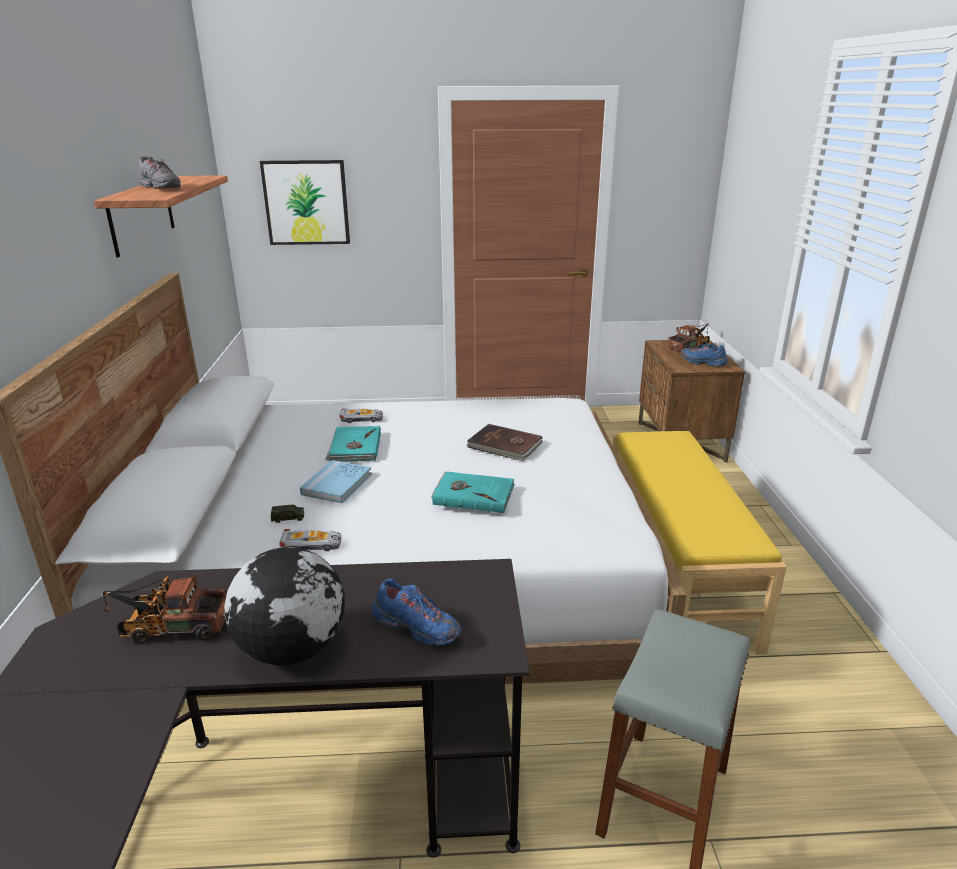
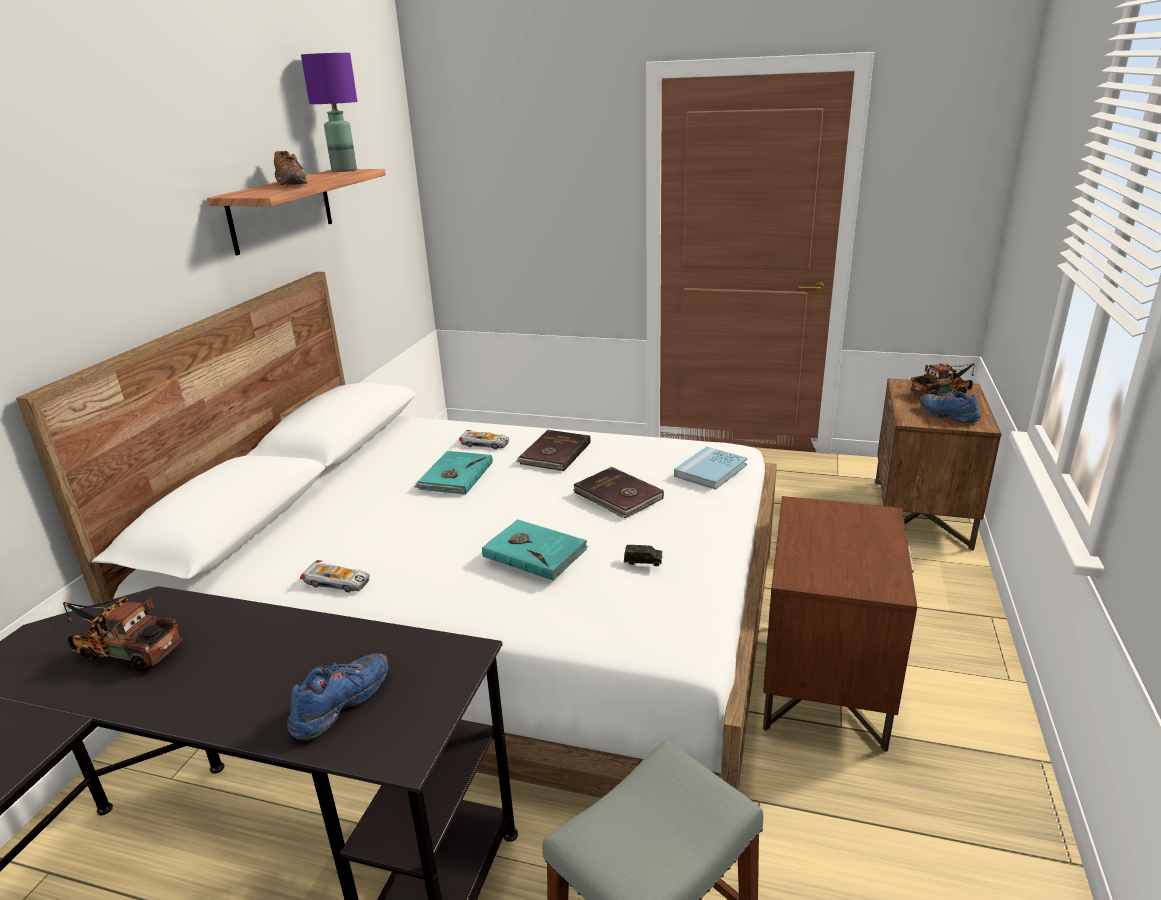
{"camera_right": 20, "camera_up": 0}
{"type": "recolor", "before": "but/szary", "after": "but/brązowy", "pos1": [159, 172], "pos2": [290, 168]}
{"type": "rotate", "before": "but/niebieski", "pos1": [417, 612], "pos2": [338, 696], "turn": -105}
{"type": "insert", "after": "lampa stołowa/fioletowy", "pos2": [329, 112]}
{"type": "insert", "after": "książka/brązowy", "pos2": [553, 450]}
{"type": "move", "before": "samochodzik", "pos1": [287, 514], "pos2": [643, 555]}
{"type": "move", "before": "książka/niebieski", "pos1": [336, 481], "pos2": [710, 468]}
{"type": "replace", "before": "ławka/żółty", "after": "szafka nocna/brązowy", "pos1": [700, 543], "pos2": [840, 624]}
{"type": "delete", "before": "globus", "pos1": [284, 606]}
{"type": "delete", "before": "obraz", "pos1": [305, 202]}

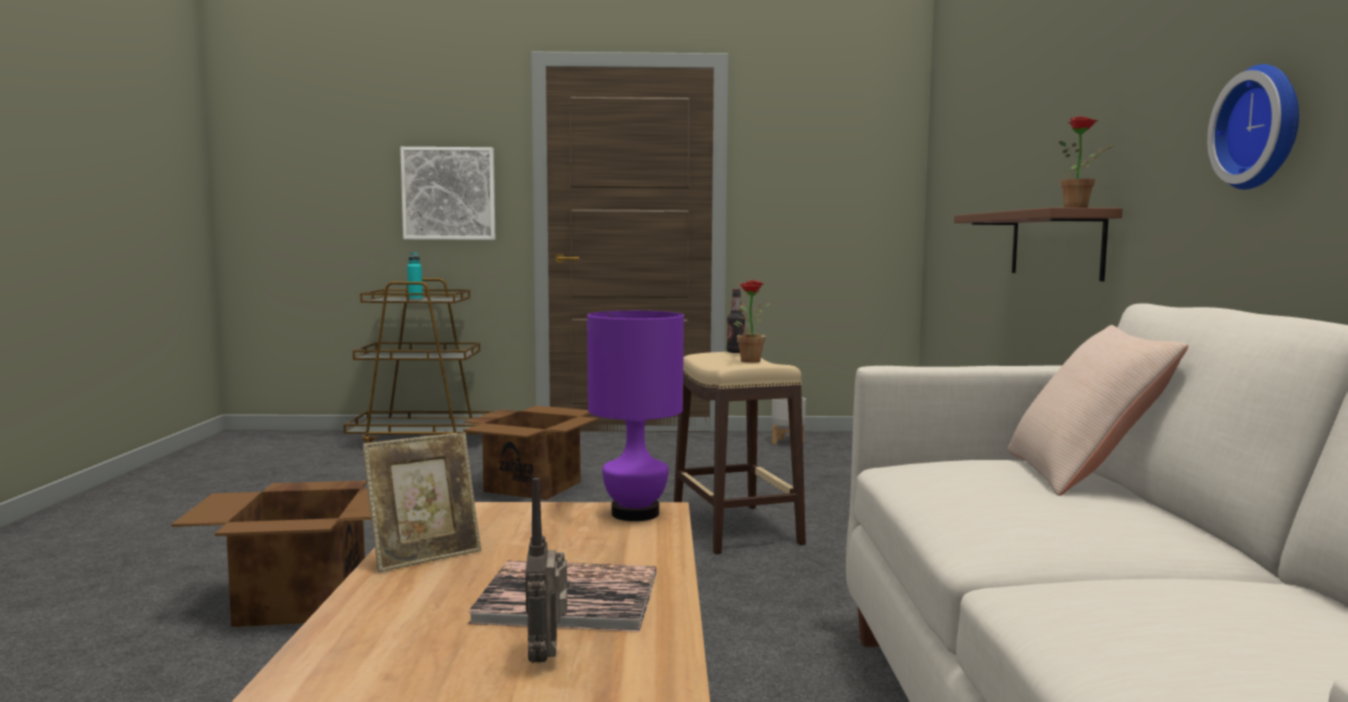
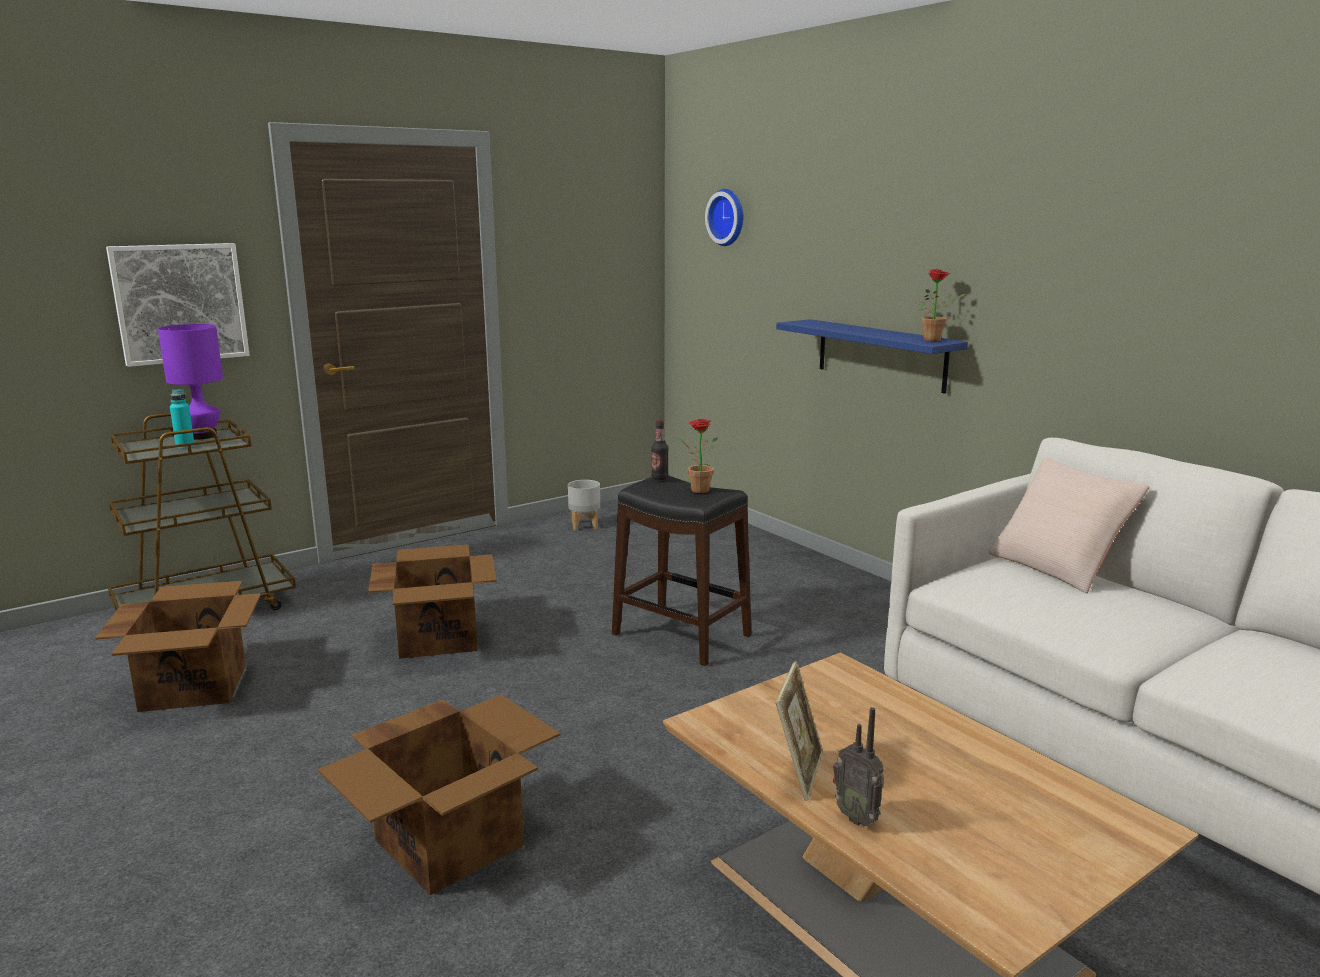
{"camera_right": -35, "camera_up": 10}
{"type": "insert", "after": "karton", "pos2": [178, 646]}
{"type": "move", "before": "lampa stołowa/fioletowy", "pos1": [635, 416], "pos2": [190, 381]}
{"type": "recolor", "before": "stołek/beżowy", "after": "stołek/czarny", "pos1": [740, 453], "pos2": [682, 570]}
{"type": "move", "before": "zegar ścienny", "pos1": [1253, 127], "pos2": [724, 217]}
{"type": "recolor", "before": "półka/brązowy", "after": "półka/niebieski", "pos1": [1038, 244], "pos2": [872, 356]}
{"type": "move", "before": "radio", "pos1": [546, 570], "pos2": [858, 766]}
{"type": "delete", "before": "książka", "pos1": [562, 596]}

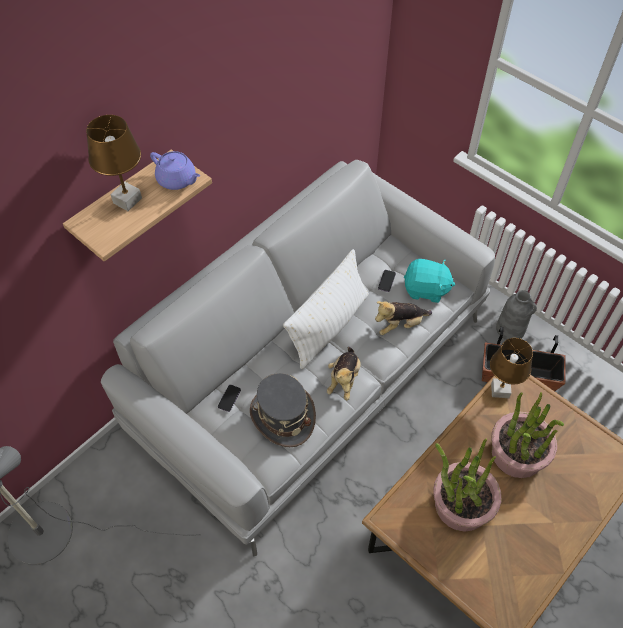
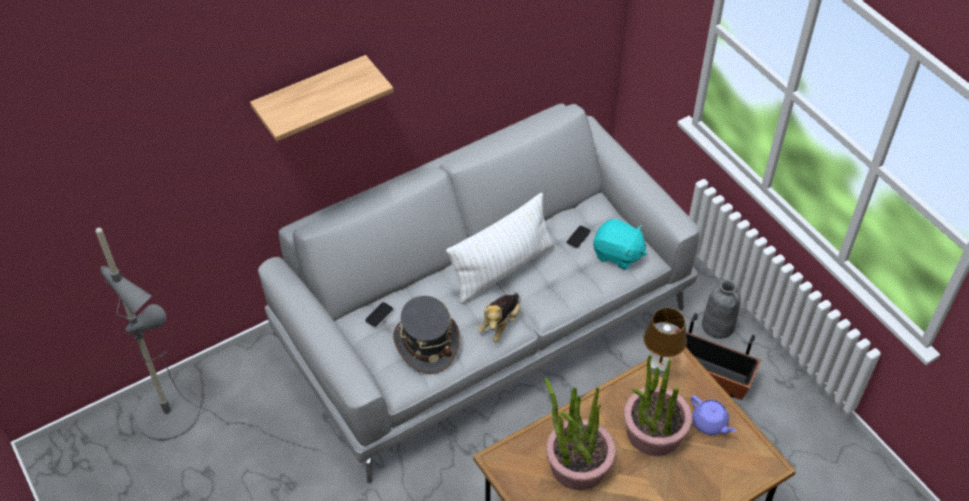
{"camera_right": 15, "camera_up": -5}
{"type": "move", "before": "imbryk/fioletowy", "pos1": [175, 170], "pos2": [713, 415]}
{"type": "delete", "before": "lampa stołowa/brązowy", "pos1": [114, 163]}
{"type": "delete", "before": "pluszak", "pos1": [403, 318]}

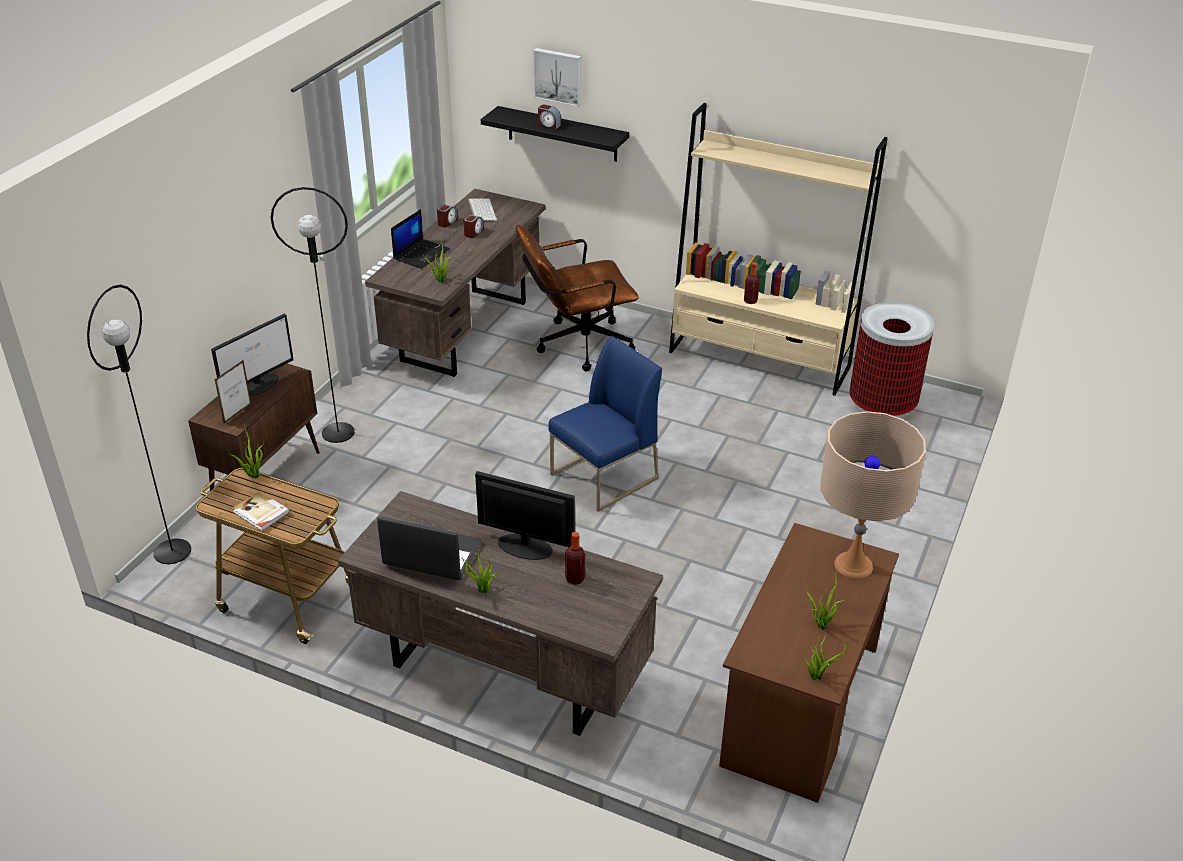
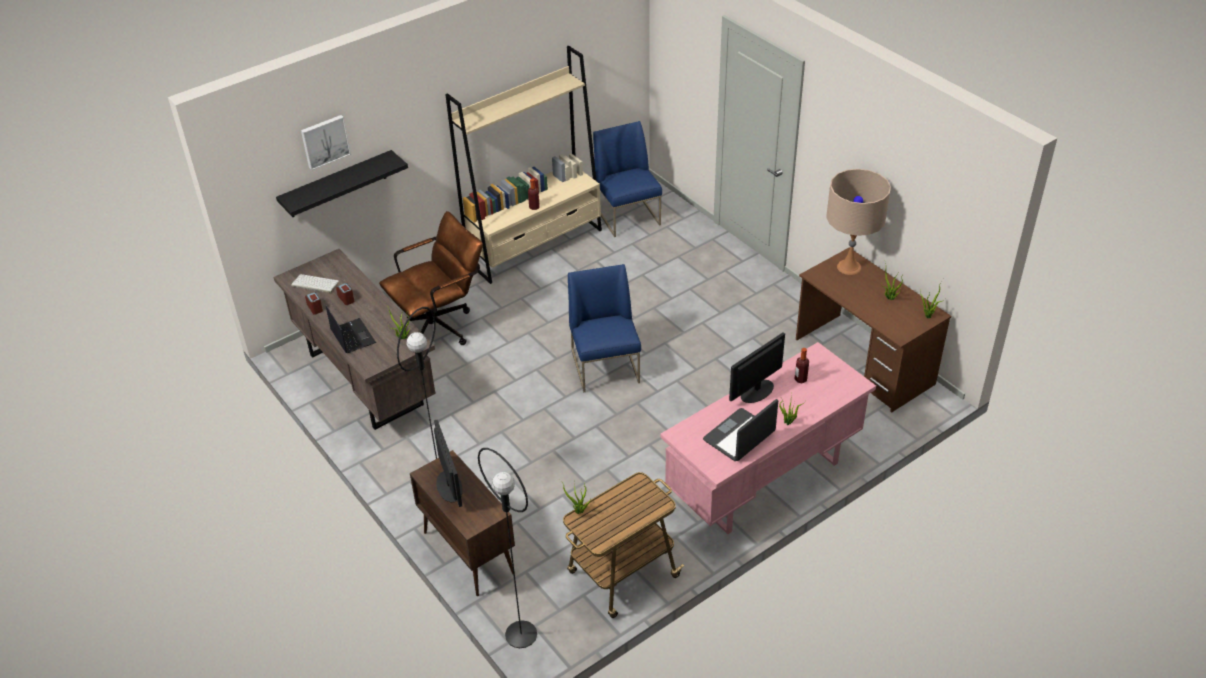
{"camera_right": -60, "camera_up": 5}
{"type": "rotate", "before": "krzesło biurowe/brązowy", "pos1": [577, 298], "pos2": [431, 278], "turn": -135}
{"type": "replace", "before": "kosz na śmieci", "after": "krzesło/niebieski", "pos1": [891, 360], "pos2": [627, 179]}
{"type": "recolor", "before": "biurko/brązowy", "after": "biurko/różowy", "pos1": [500, 613], "pos2": [768, 438]}
{"type": "delete", "before": "ramka na zdjęcie", "pos1": [233, 391]}
{"type": "delete", "before": "książka", "pos1": [261, 511]}
{"type": "delete", "before": "budzik", "pos1": [549, 117]}

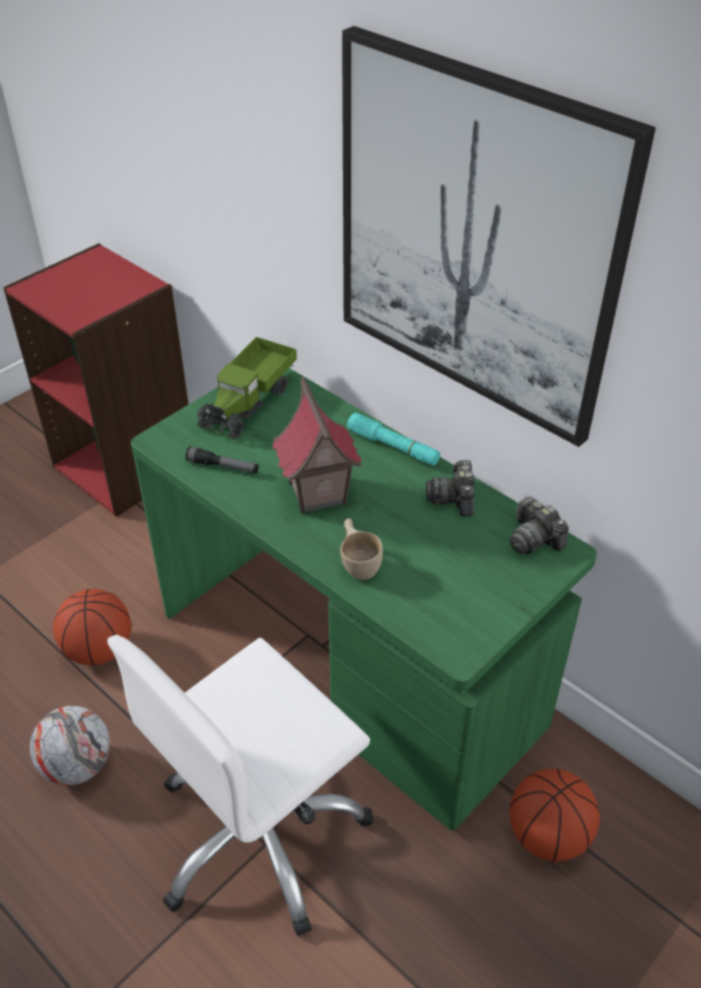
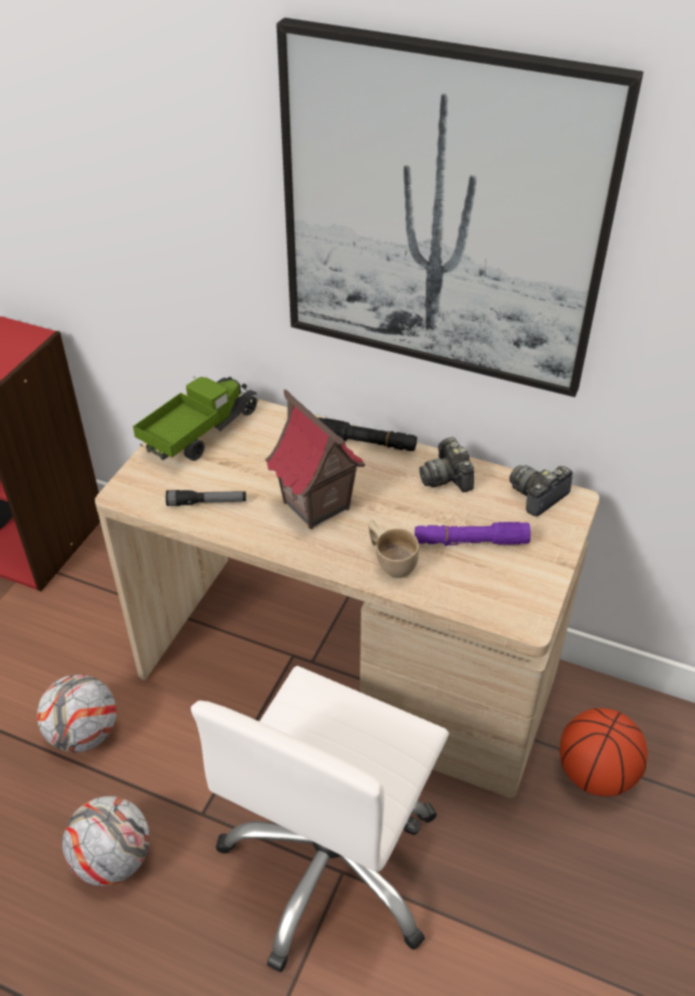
{"camera_right": -20, "camera_up": 0}
{"type": "replace", "before": "piłka do koszykówki", "after": "piłka futbolowa", "pos1": [92, 627], "pos2": [76, 713]}
{"type": "recolor", "before": "biurko/zielony", "after": "biurko/beżowy", "pos1": [364, 599], "pos2": [347, 595]}
{"type": "rotate", "before": "ciężarówka zabawkowa", "pos1": [246, 388], "pos2": [195, 418], "turn": -150}
{"type": "recolor", "before": "latarka/turkusowy", "after": "latarka/czarny", "pos1": [393, 439], "pos2": [367, 434]}
{"type": "insert", "after": "latarka/fioletowy", "pos2": [473, 534]}
{"type": "rotate", "before": "aparat fotograficzny", "pos1": [539, 525], "pos2": [541, 490], "turn": 105}

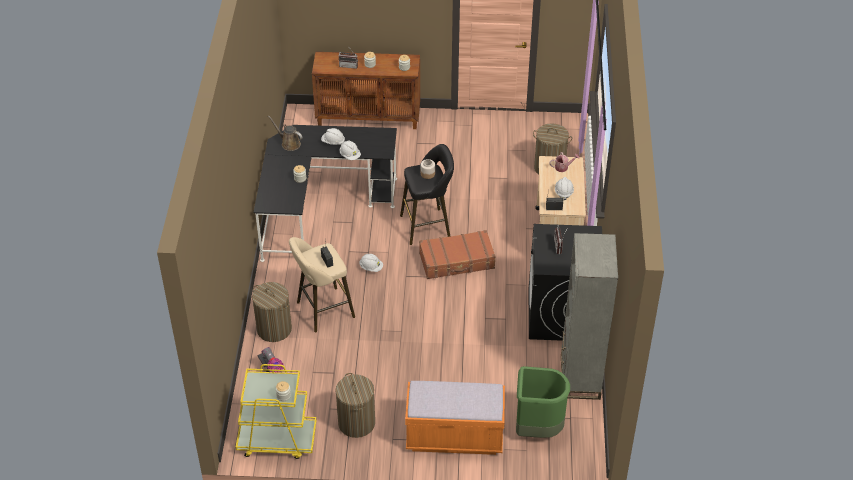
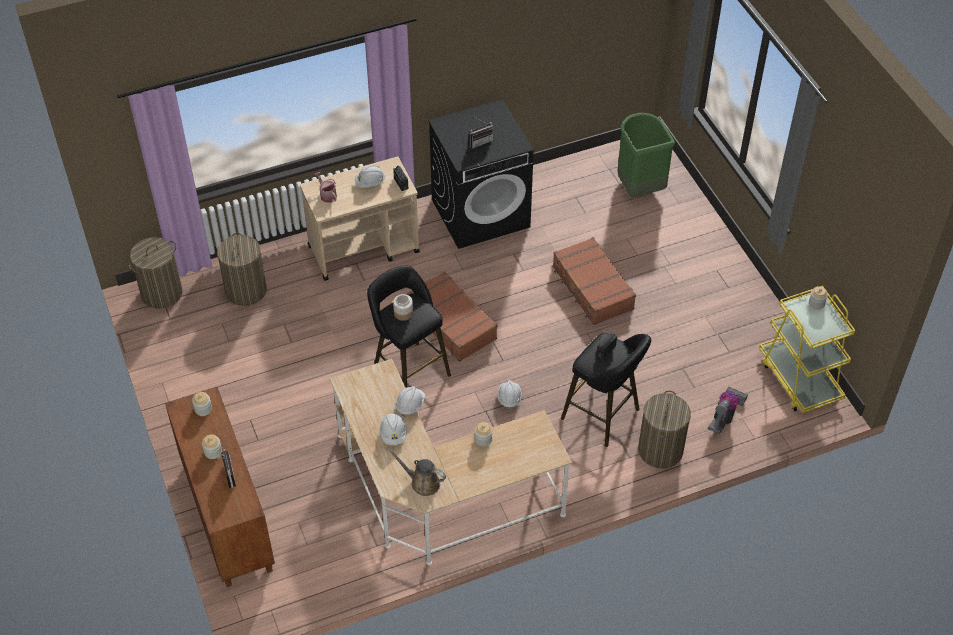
{"camera_right": -115, "camera_up": 5}
{"type": "move", "before": "kosz na pranie", "pos1": [355, 405], "pos2": [156, 273]}
{"type": "recolor", "before": "biurko/czarny", "after": "biurko/beżowy", "pos1": [325, 193], "pos2": [451, 462]}
{"type": "rotate", "before": "konewka/brązowy", "pos1": [285, 133], "pos2": [416, 472], "turn": 105}
{"type": "insert", "after": "walizka/brązowy", "pos2": [594, 281]}
{"type": "recolor", "before": "stołek/beżowy", "after": "stołek/czarny", "pos1": [322, 284], "pos2": [606, 390]}
{"type": "delete", "before": "ławka/pomarańczowy", "pos1": [455, 418]}
{"type": "delete", "before": "regał/szary", "pos1": [589, 316]}

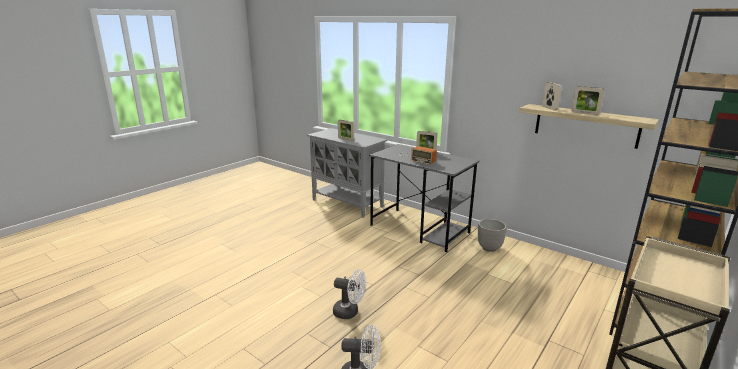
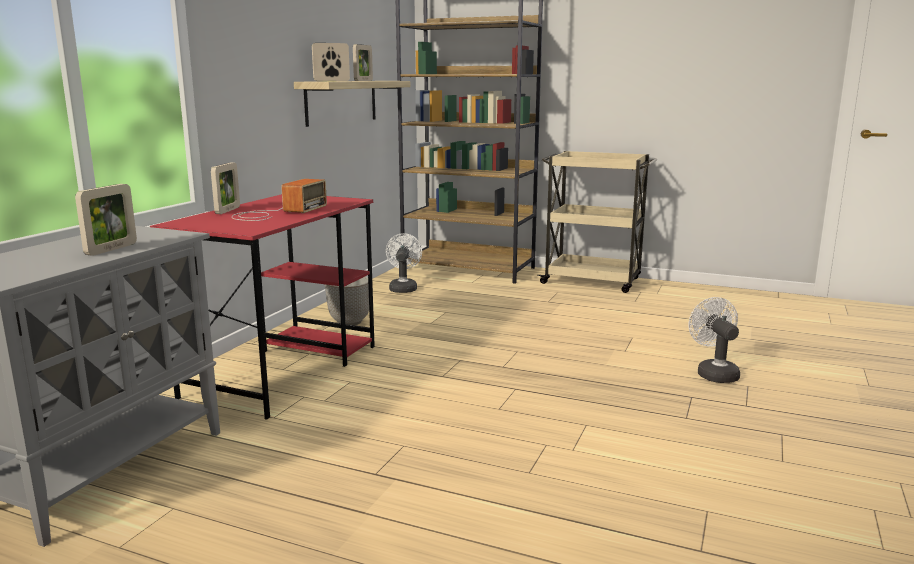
{"camera_right": -105, "camera_up": -5}
{"type": "recolor", "before": "biurko/szary", "after": "biurko/czerwony", "pos1": [424, 198], "pos2": [262, 307]}
{"type": "move", "before": "wentylator/biały", "pos1": [349, 294], "pos2": [404, 263]}

